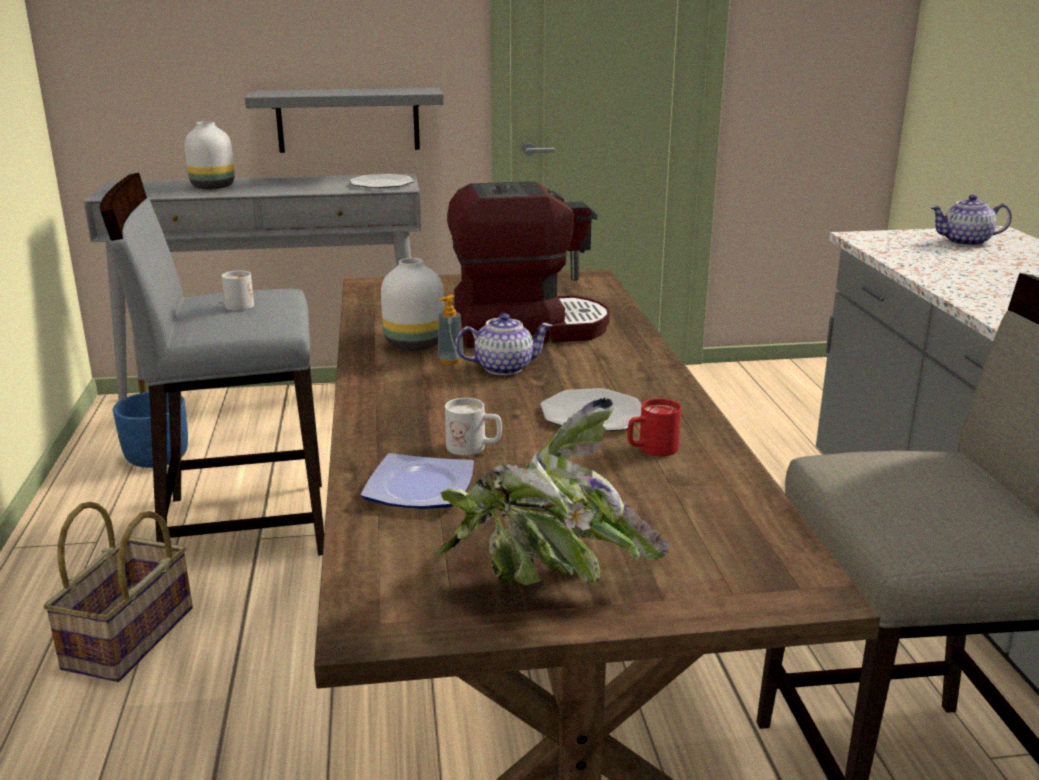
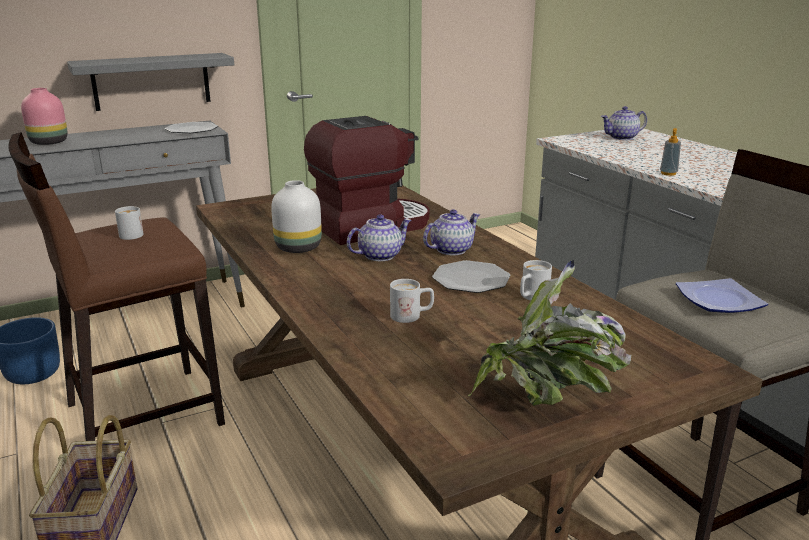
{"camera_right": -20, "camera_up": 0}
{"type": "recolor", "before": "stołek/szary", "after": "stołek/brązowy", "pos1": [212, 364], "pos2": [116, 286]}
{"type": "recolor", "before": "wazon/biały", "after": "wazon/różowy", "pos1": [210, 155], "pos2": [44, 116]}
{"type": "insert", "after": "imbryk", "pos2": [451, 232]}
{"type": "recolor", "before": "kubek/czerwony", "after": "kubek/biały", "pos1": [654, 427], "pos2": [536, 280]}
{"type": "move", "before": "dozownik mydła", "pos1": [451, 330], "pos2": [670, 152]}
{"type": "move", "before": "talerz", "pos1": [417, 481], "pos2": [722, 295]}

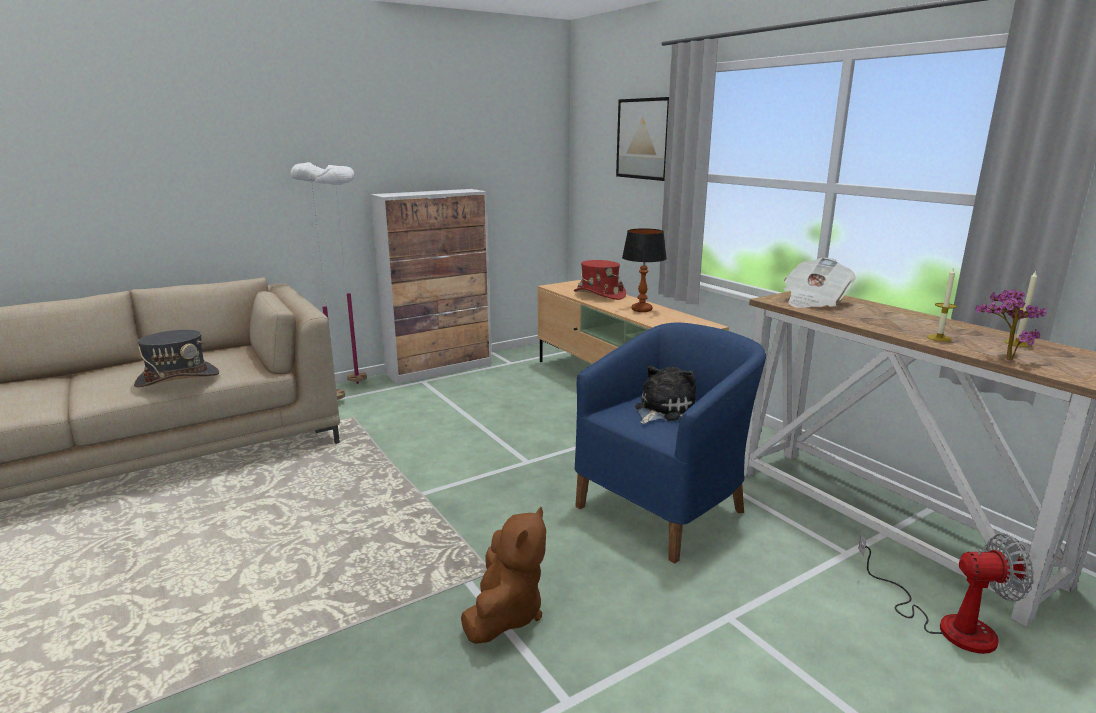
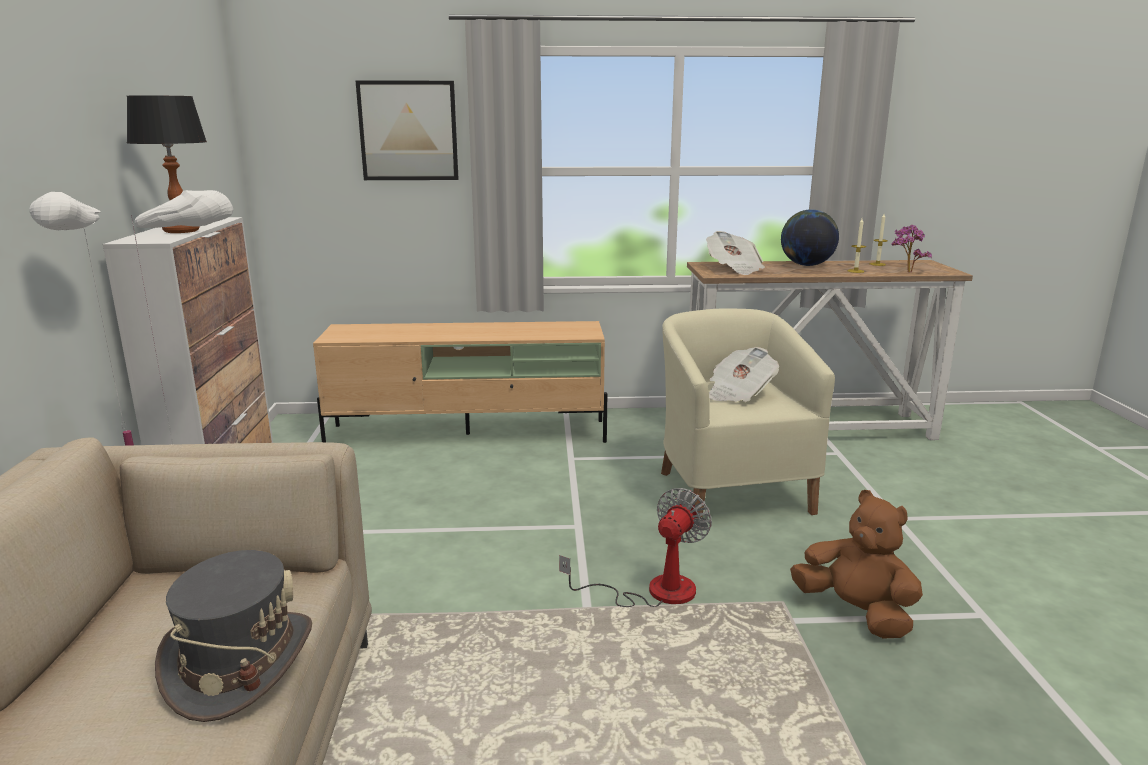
{"camera_right": -60, "camera_up": 0}
{"type": "move", "before": "lampa stołowa", "pos1": [644, 270], "pos2": [166, 164]}
{"type": "move", "before": "wentylator", "pos1": [946, 594], "pos2": [635, 547]}
{"type": "recolor", "before": "fotel/niebieski", "after": "fotel/beżowy", "pos1": [670, 443], "pos2": [748, 414]}
{"type": "replace", "before": "pluszak", "after": "gazeta", "pos1": [665, 395], "pos2": [744, 374]}
{"type": "insert", "after": "globus", "pos2": [810, 237]}
{"type": "delete", "before": "kapelusz/czerwony", "pos1": [600, 280]}

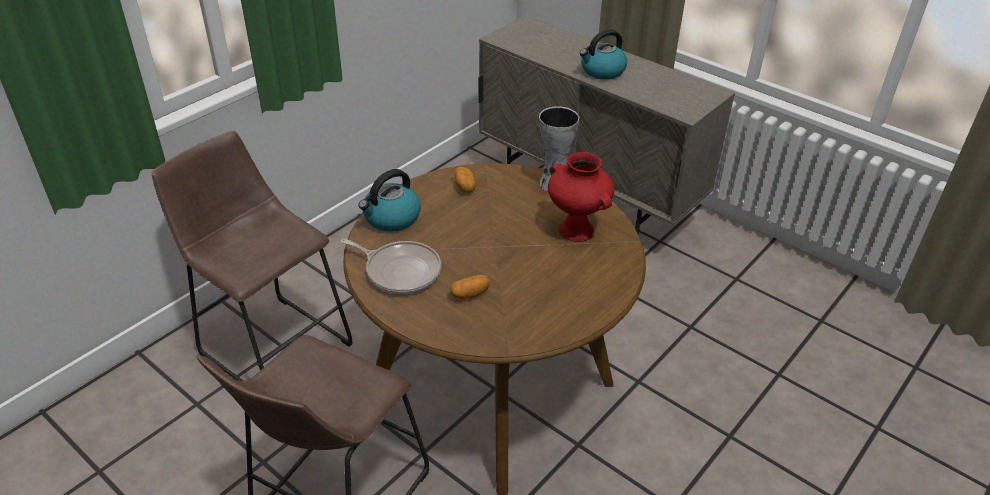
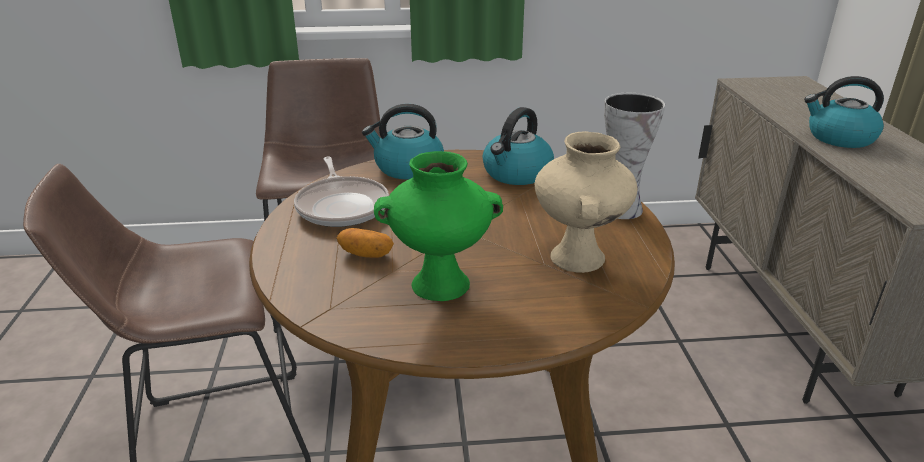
{"camera_right": 45, "camera_up": -10}
{"type": "insert", "after": "wazon/zielony", "pos2": [438, 226]}
{"type": "replace", "before": "ziemniak", "after": "czajnik", "pos1": [465, 180], "pos2": [518, 146]}
{"type": "recolor", "before": "wazon/czerwony", "after": "wazon/beżowy", "pos1": [581, 197], "pos2": [586, 202]}

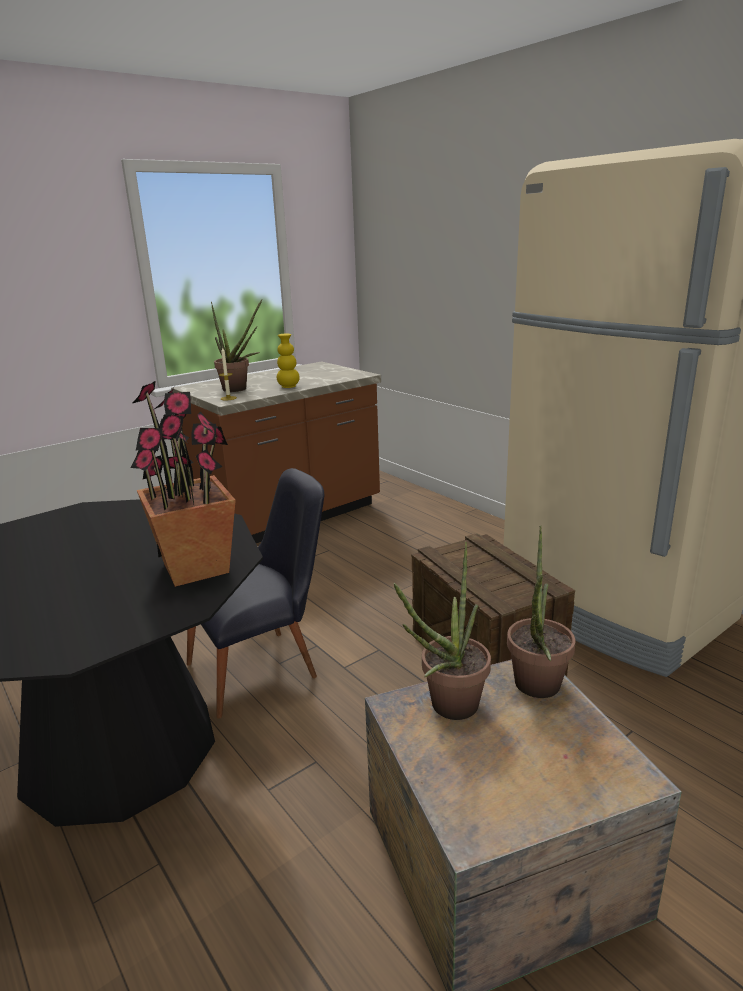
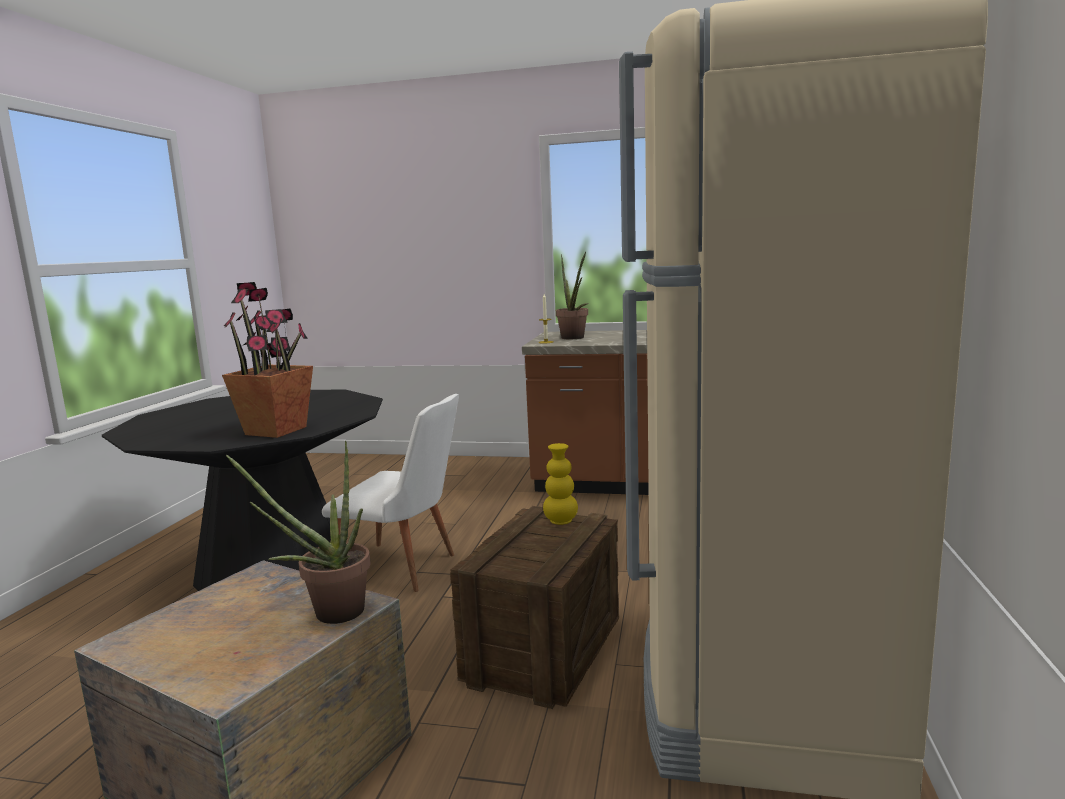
{"camera_right": 50, "camera_up": -10}
{"type": "recolor", "before": "krzesło/czarny", "after": "krzesło/biały", "pos1": [255, 593], "pos2": [390, 493]}
{"type": "move", "before": "wazon/żółty", "pos1": [288, 361], "pos2": [560, 484]}
{"type": "delete", "before": "roślina doniczkowa", "pos1": [442, 631]}

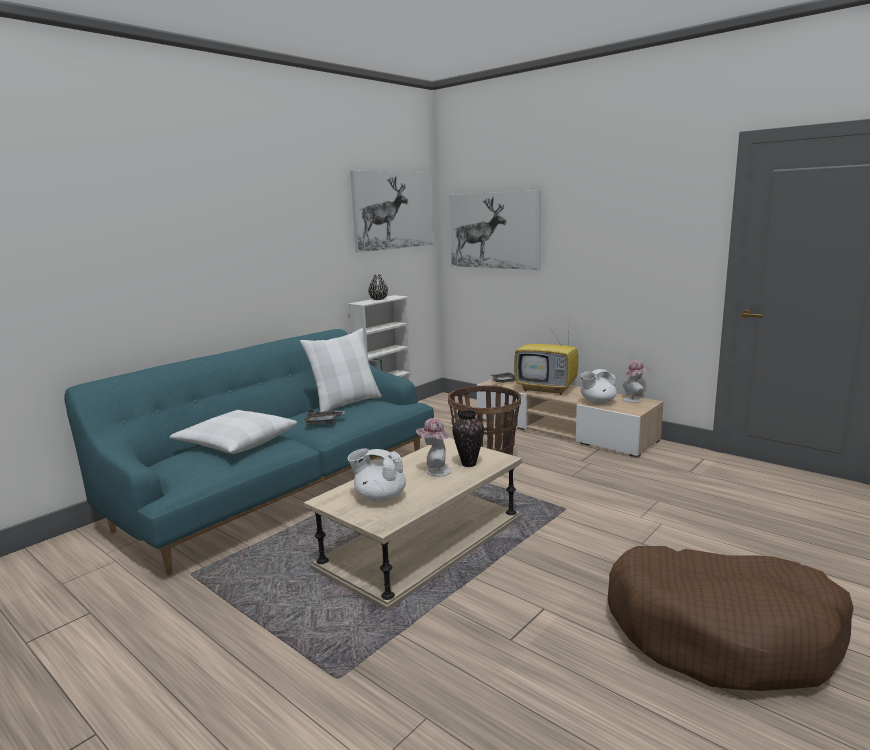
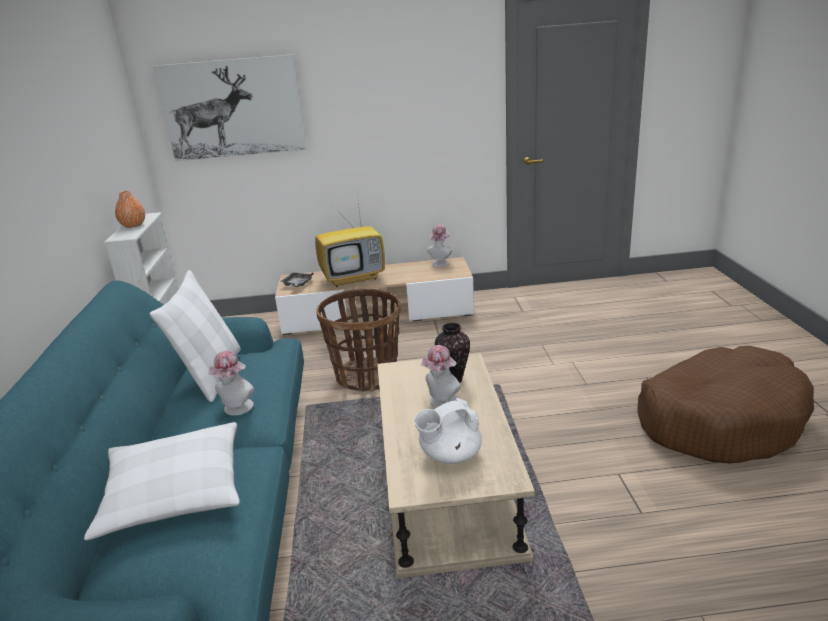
{"camera_right": -45, "camera_up": 10}
{"type": "recolor", "before": "wazon/czarny", "after": "wazon/pomarańczowy", "pos1": [378, 287], "pos2": [130, 209]}
{"type": "replace", "before": "taca/szary", "after": "kapelusz", "pos1": [324, 417], "pos2": [231, 383]}
{"type": "delete", "before": "obraz", "pos1": [391, 211]}
{"type": "delete", "before": "imbryk/biały", "pos1": [598, 386]}

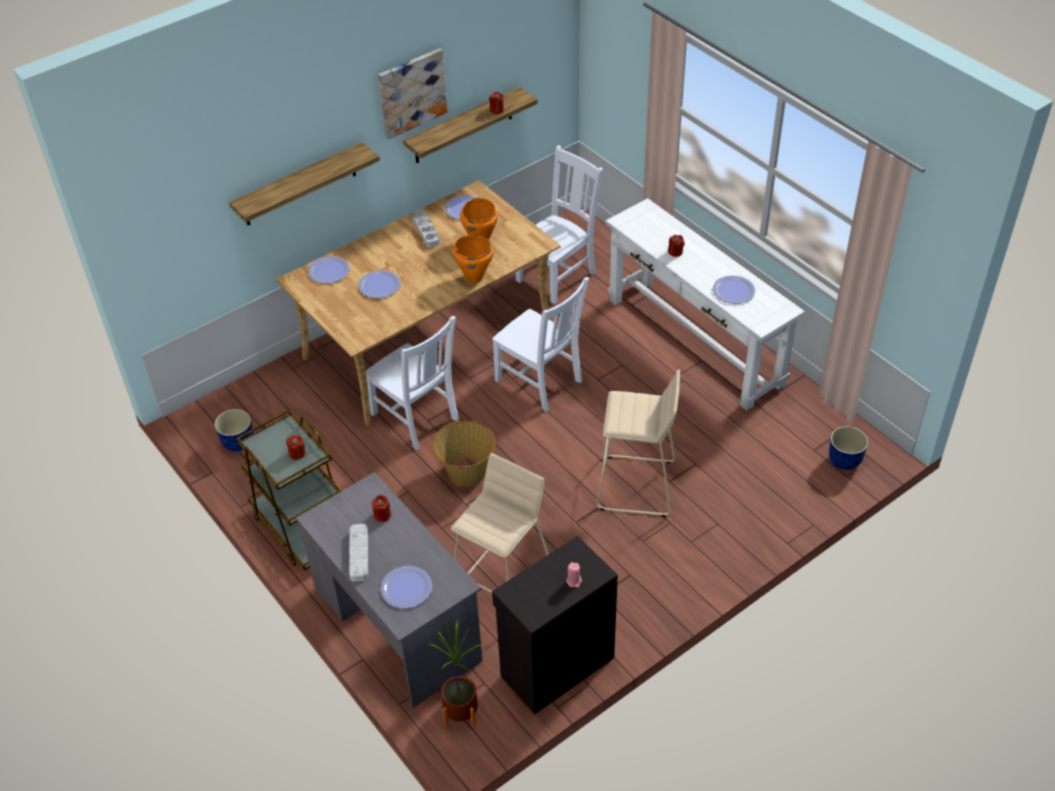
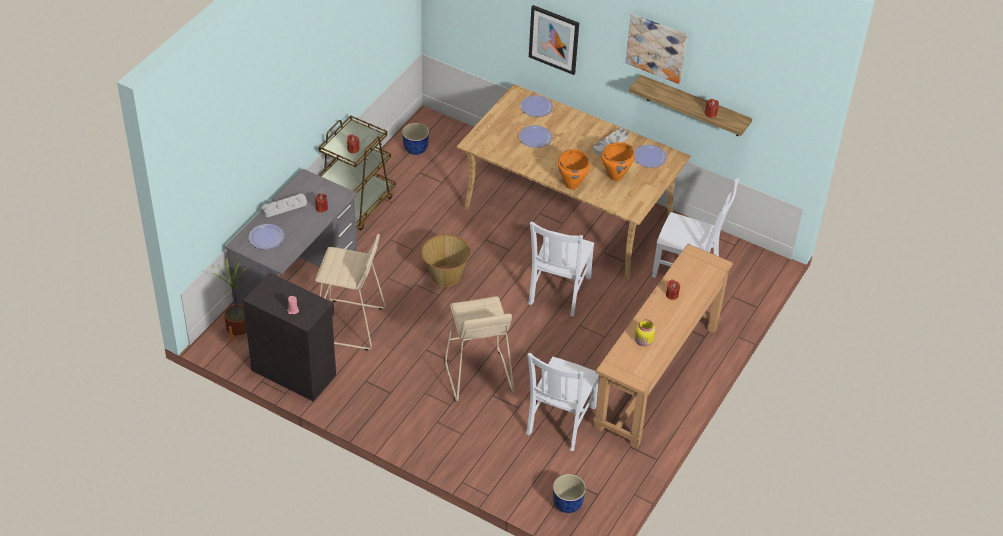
{"camera_right": 65, "camera_up": 0}
{"type": "move", "before": "krzesło/biały", "pos1": [412, 383], "pos2": [562, 402]}
{"type": "replace", "before": "półka", "after": "obraz", "pos1": [304, 183], "pos2": [554, 40]}
{"type": "recolor", "before": "stolik konsolowy/biały", "after": "stolik konsolowy/brązowy", "pos1": [705, 304], "pos2": [663, 346]}
{"type": "replace", "before": "talerz", "after": "słoik/żółty", "pos1": [734, 289], "pos2": [645, 332]}

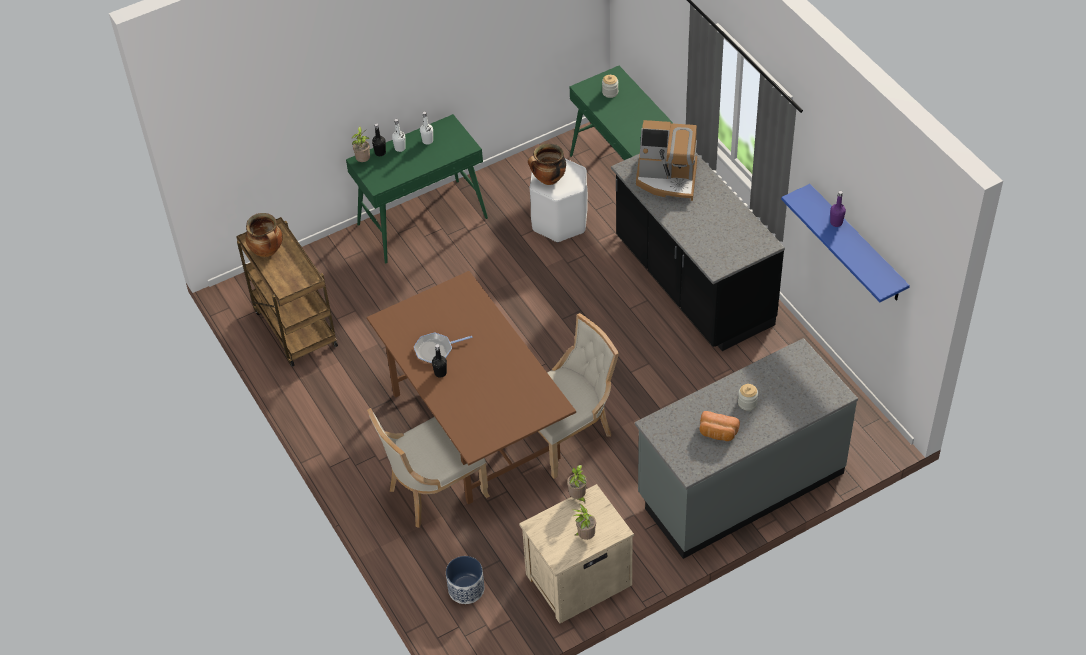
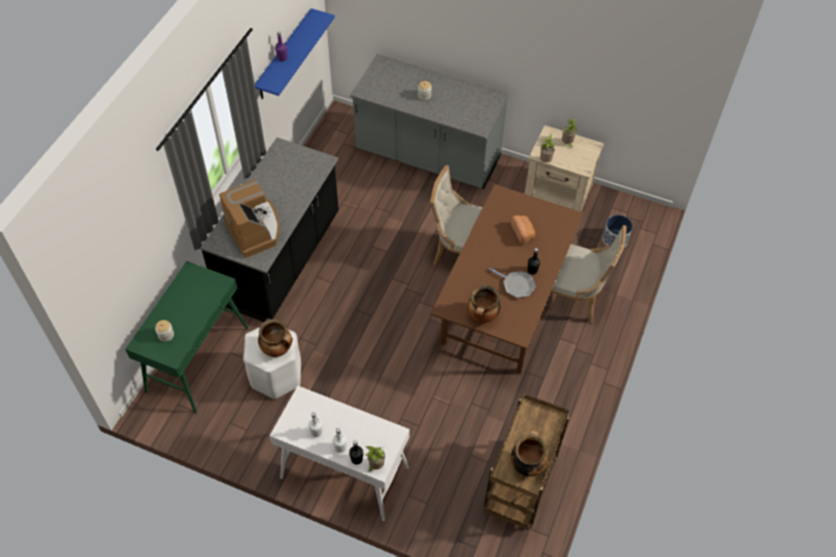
{"camera_right": -130, "camera_up": 5}
{"type": "recolor", "before": "stolik konsolowy/zielony", "after": "stolik konsolowy/biały", "pos1": [417, 189], "pos2": [340, 453]}
{"type": "insert", "after": "garnek", "pos2": [484, 304]}
{"type": "move", "before": "chleb", "pos1": [719, 426], "pos2": [523, 229]}

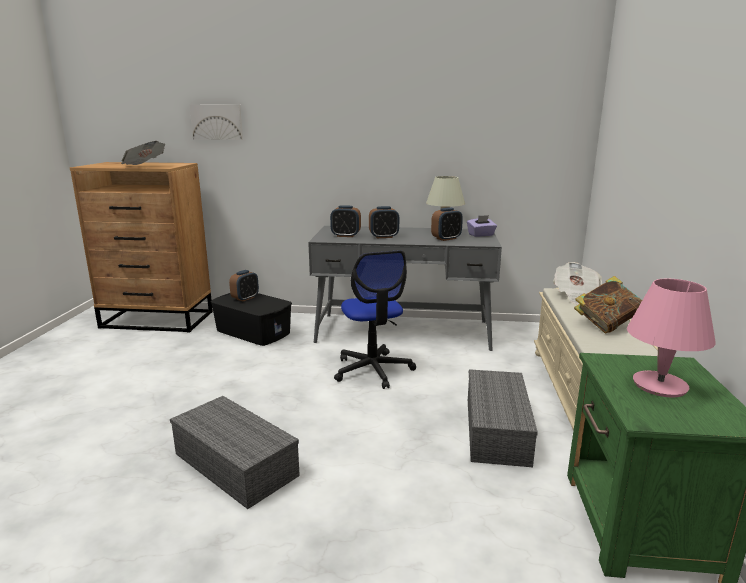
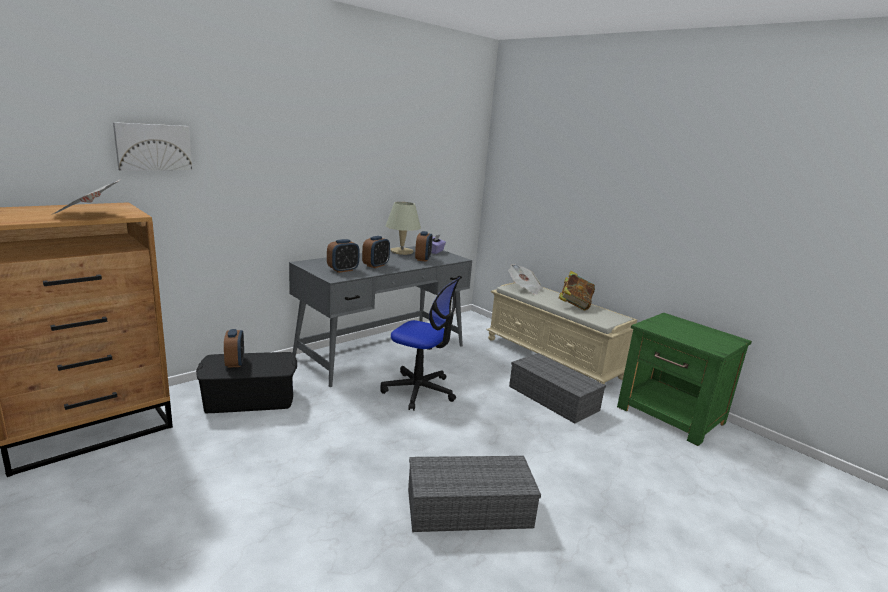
{"camera_right": -50, "camera_up": 0}
{"type": "delete", "before": "lampa stołowa/różowy", "pos1": [671, 338]}

